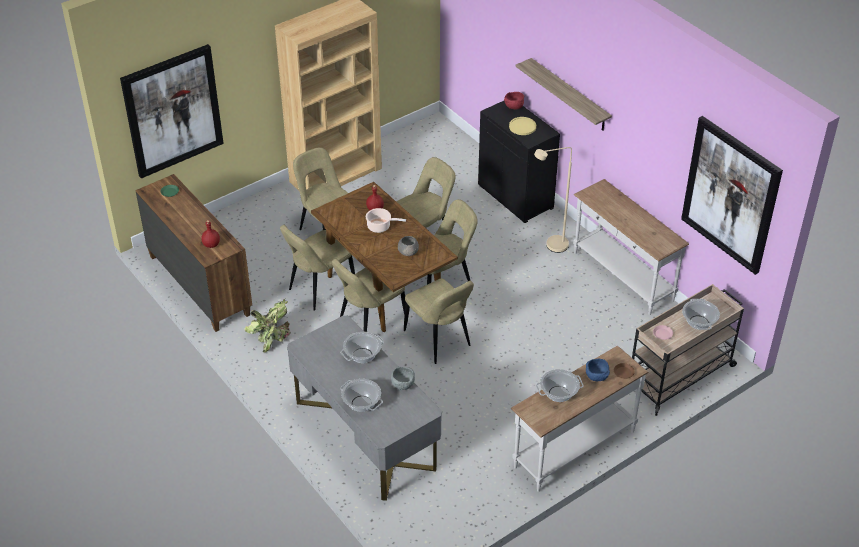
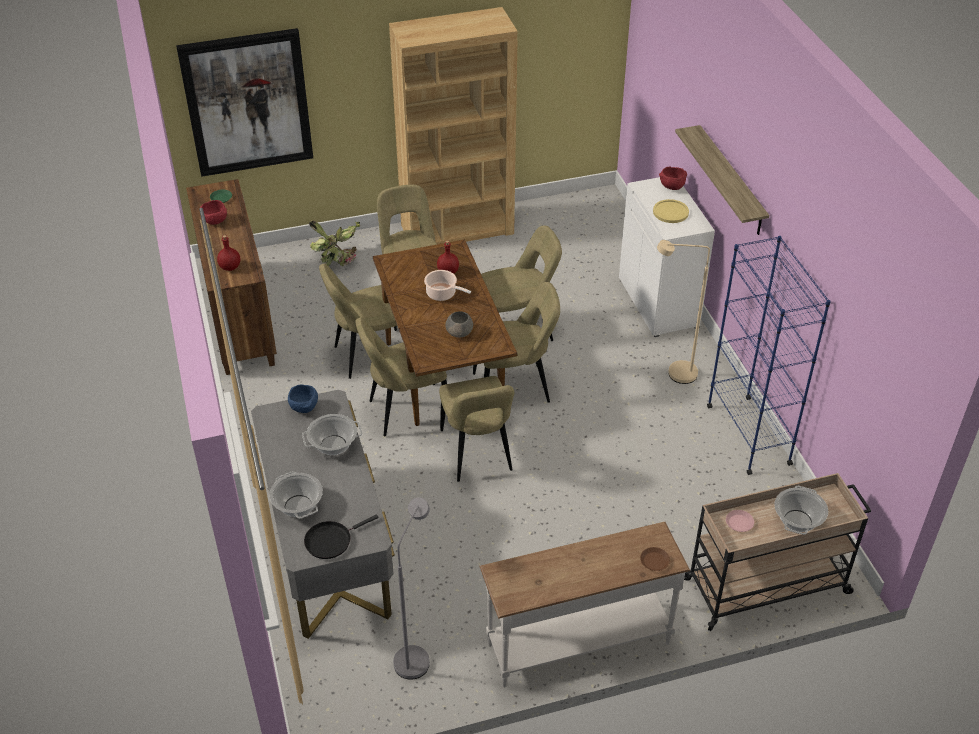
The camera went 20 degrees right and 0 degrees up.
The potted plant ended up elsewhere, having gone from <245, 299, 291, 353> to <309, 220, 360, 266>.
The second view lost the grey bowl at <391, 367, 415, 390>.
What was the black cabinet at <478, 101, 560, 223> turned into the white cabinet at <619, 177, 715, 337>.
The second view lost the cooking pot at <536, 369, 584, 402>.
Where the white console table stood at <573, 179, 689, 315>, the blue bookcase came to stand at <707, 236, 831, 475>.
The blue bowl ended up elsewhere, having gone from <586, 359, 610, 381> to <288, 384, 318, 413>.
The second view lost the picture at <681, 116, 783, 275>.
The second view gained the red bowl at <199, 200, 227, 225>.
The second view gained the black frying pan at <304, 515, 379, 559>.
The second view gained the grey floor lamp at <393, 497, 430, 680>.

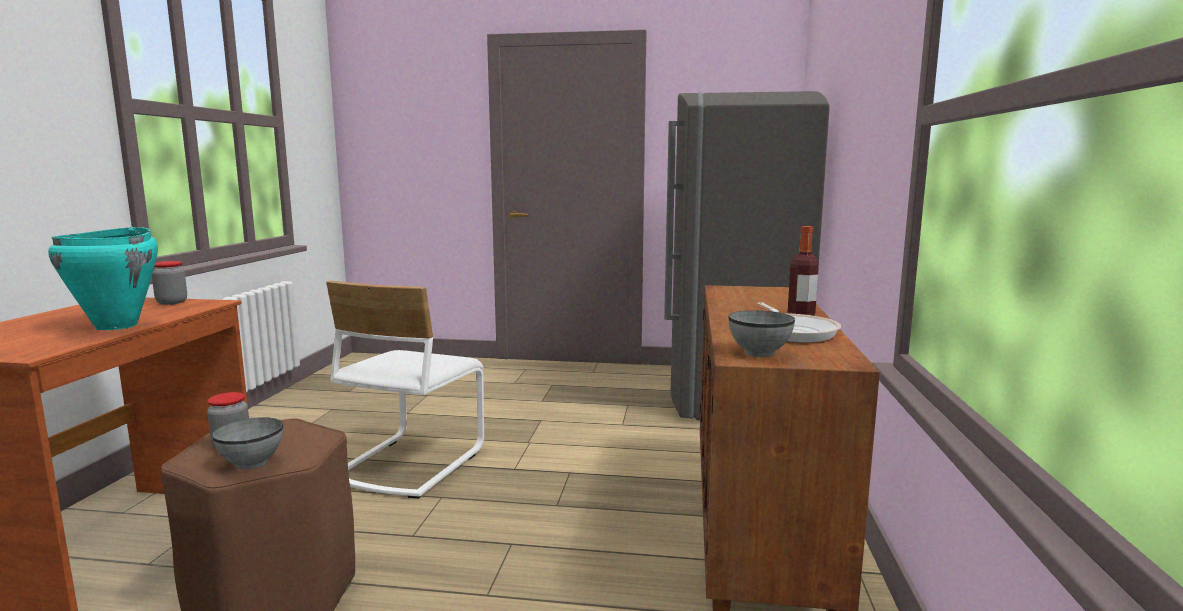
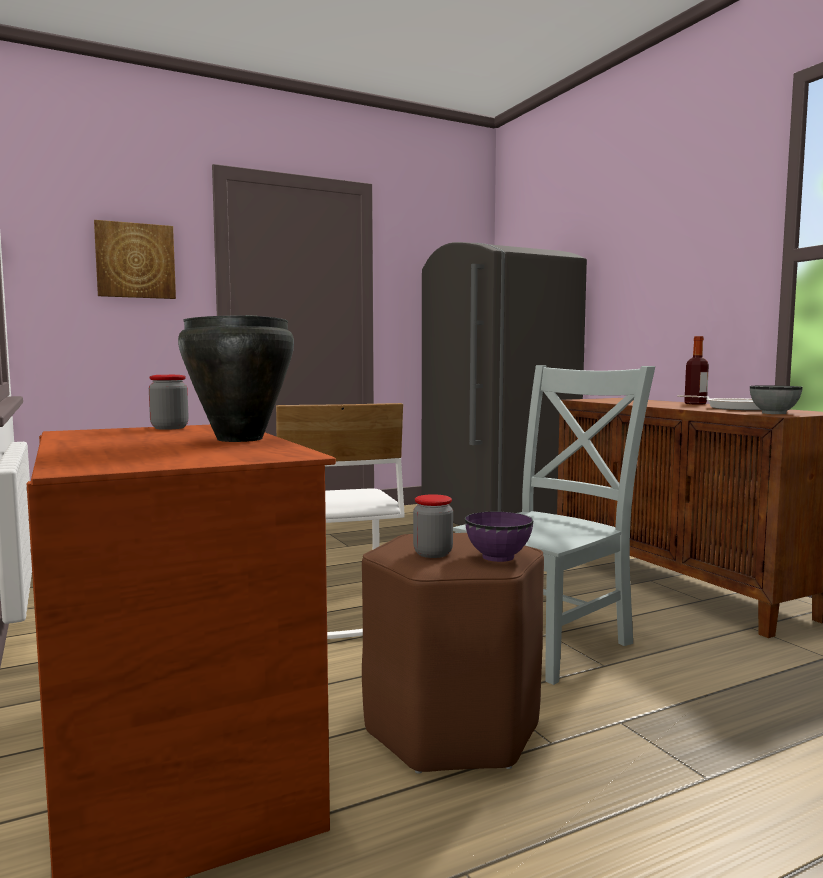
The camera went 35 degrees left and 5 degrees down.
What was the turquoise cooking pot at <48, 227, 158, 330> turned into the black cooking pot at <178, 315, 294, 442>.
What was the grey bowl at <212, 417, 283, 470> turned into the purple bowl at <465, 512, 533, 562>.
The second view gained the picture at <94, 220, 176, 299>.
The second view gained the grey chair at <453, 365, 655, 685>.

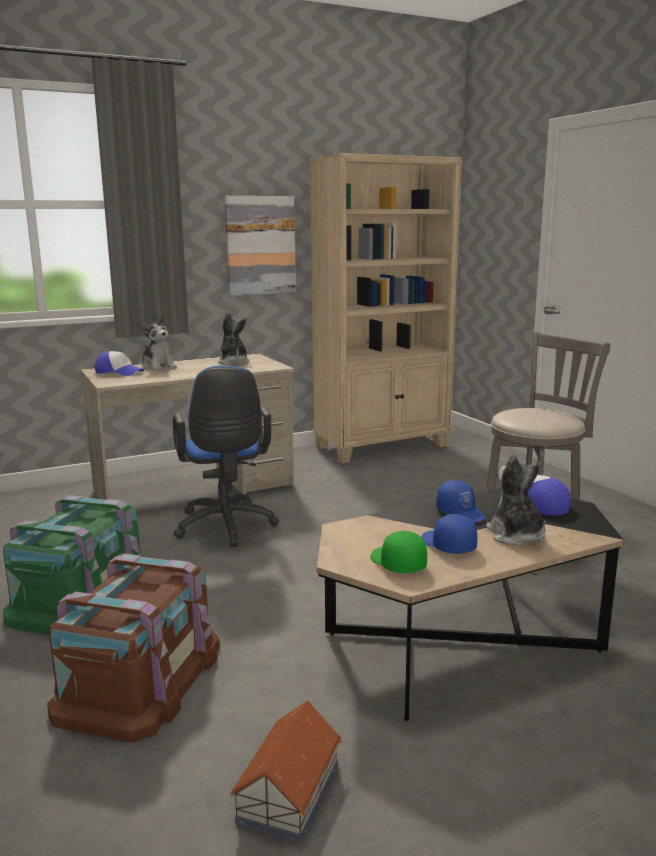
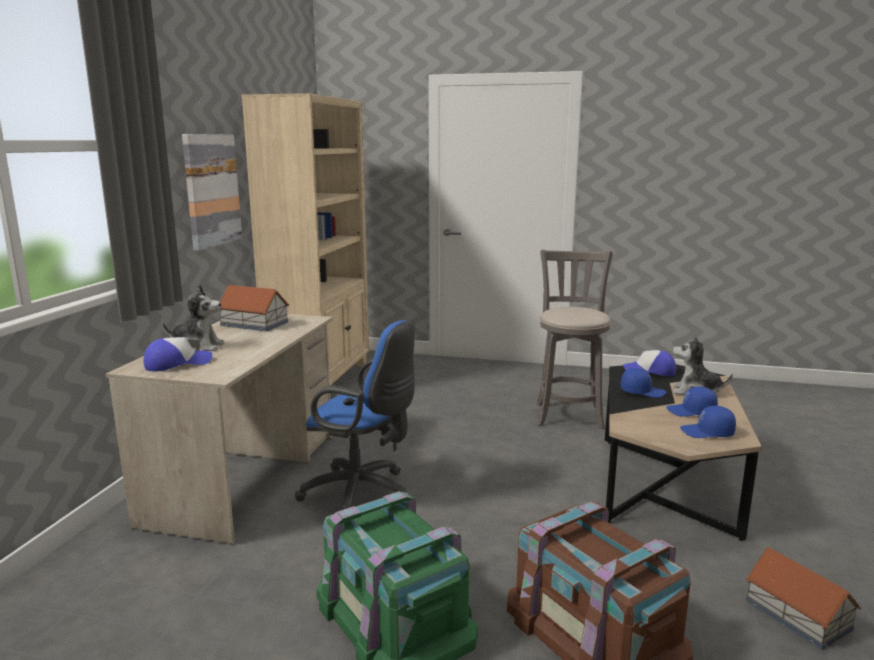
The camera went 50 degrees left and 0 degrees up.
Where the plush toy stood at <218, 312, 249, 365>, the toy house came to stand at <220, 285, 289, 332>.
What was the green cap at <370, 531, 427, 574> turned into the blue cap at <680, 406, 736, 438>.

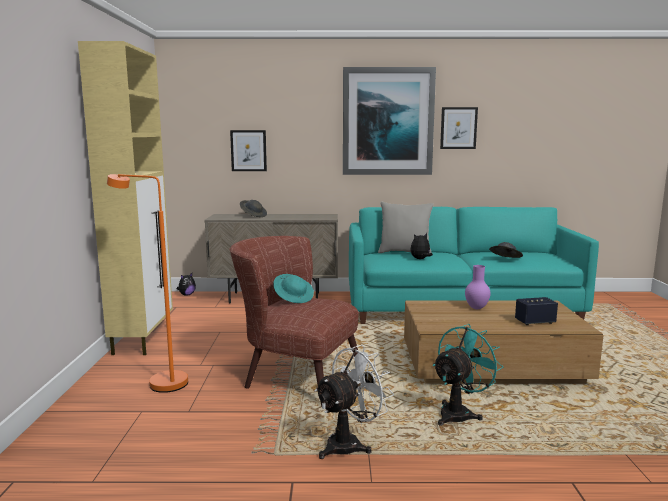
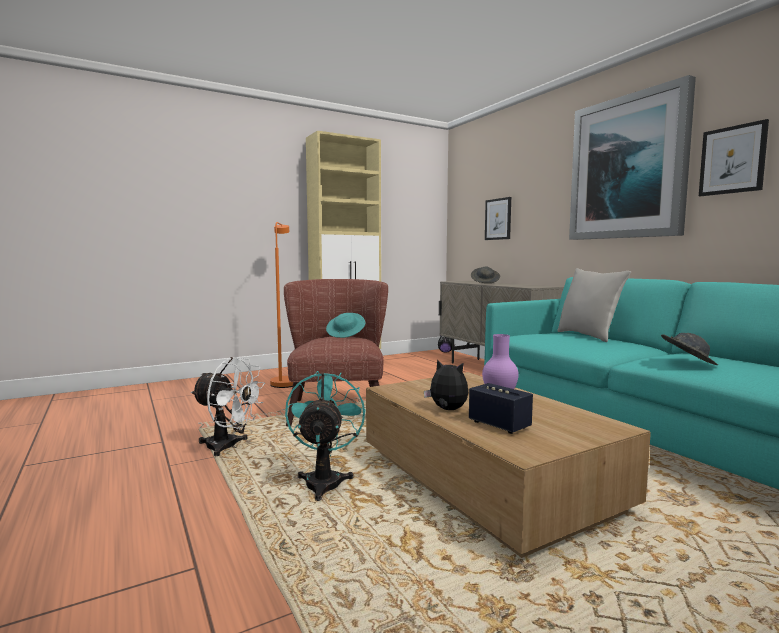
The camera went 60 degrees right and 5 degrees down.
The plush toy ended up elsewhere, having gone from <410, 233, 433, 259> to <424, 359, 468, 410>.
The turquoise fan at <433, 324, 503, 426> ended up facing another way, 105 degrees counterclockwise from before.

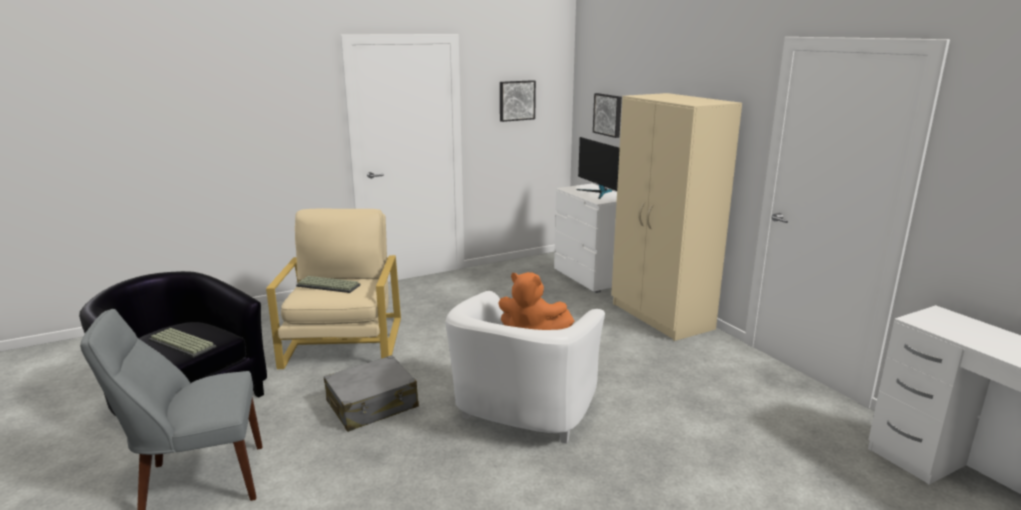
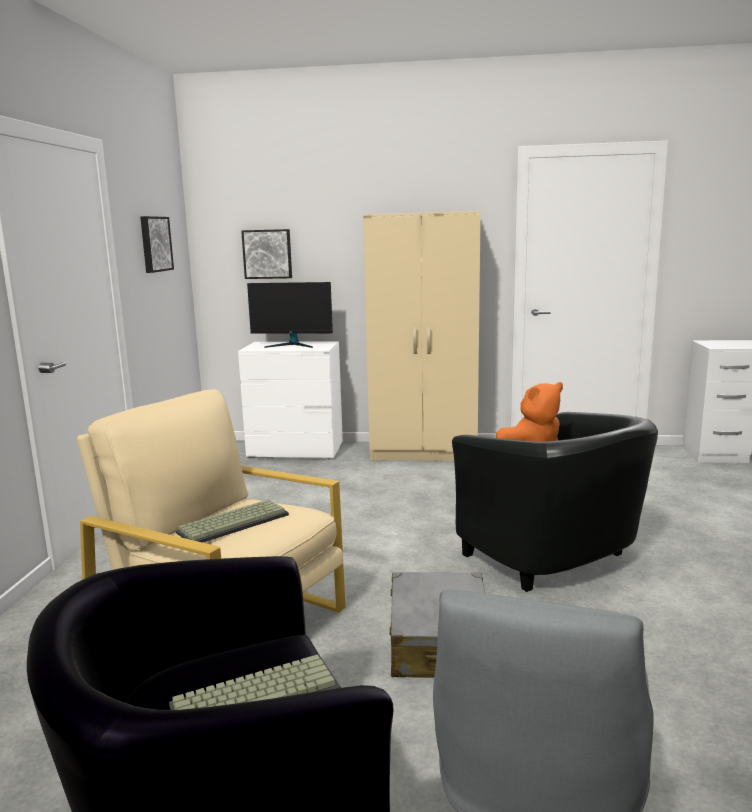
The camera went 55 degrees left and 5 degrees down.
What was the white armchair at <445, 291, 605, 444> turned into the black armchair at <452, 412, 658, 592>.

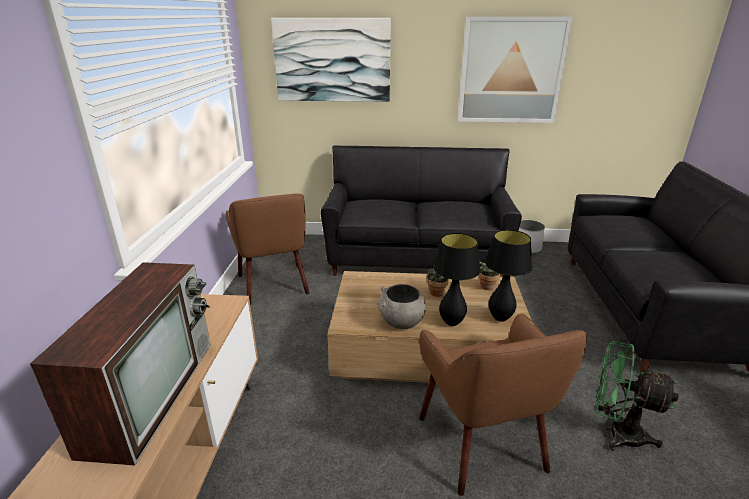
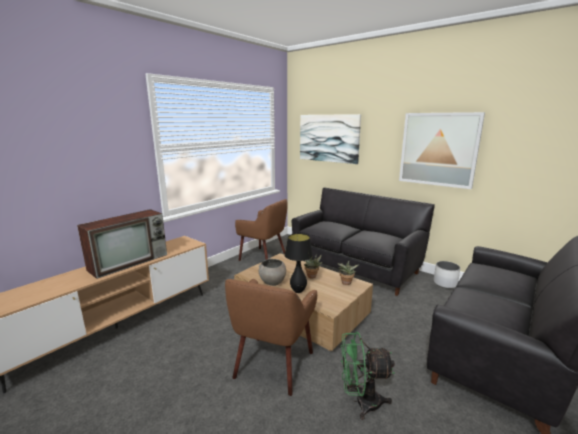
The camera went 35 degrees right and 10 degrees down.
The brown armchair at <226, 193, 309, 305> ended up facing another way, 75 degrees counterclockwise from before.
The second view lost the black table lamp at <485, 230, 532, 322>.
The green fan at <595, 341, 679, 451> ended up facing another way, 60 degrees counterclockwise from before.

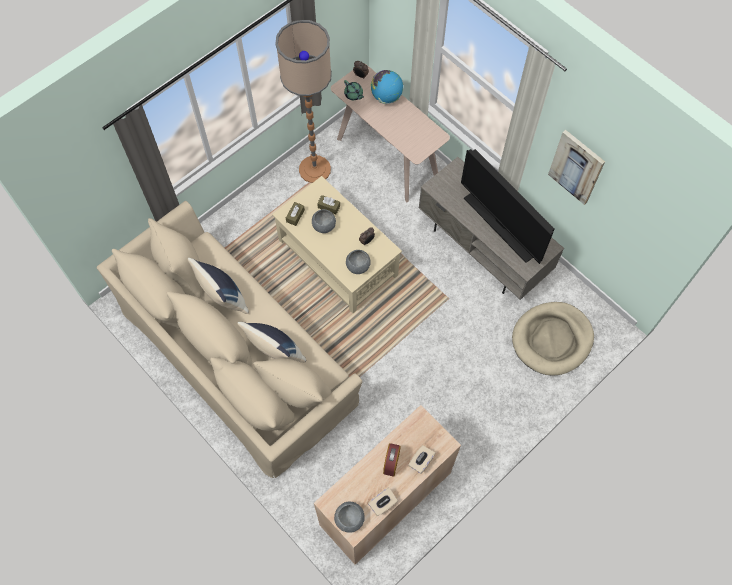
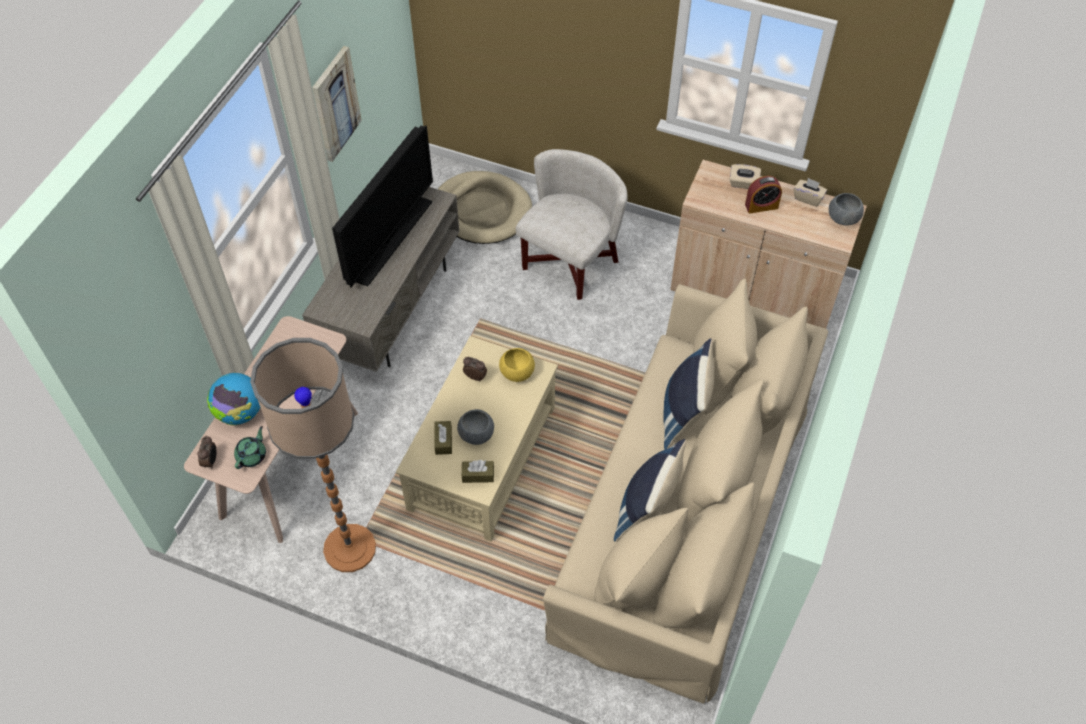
The camera went 115 degrees left and 10 degrees down.
What was the grey bowl at <346, 250, 371, 274> turned into the yellow bowl at <499, 348, 535, 382>.
The second view gained the white armchair at <516, 149, 628, 300>.

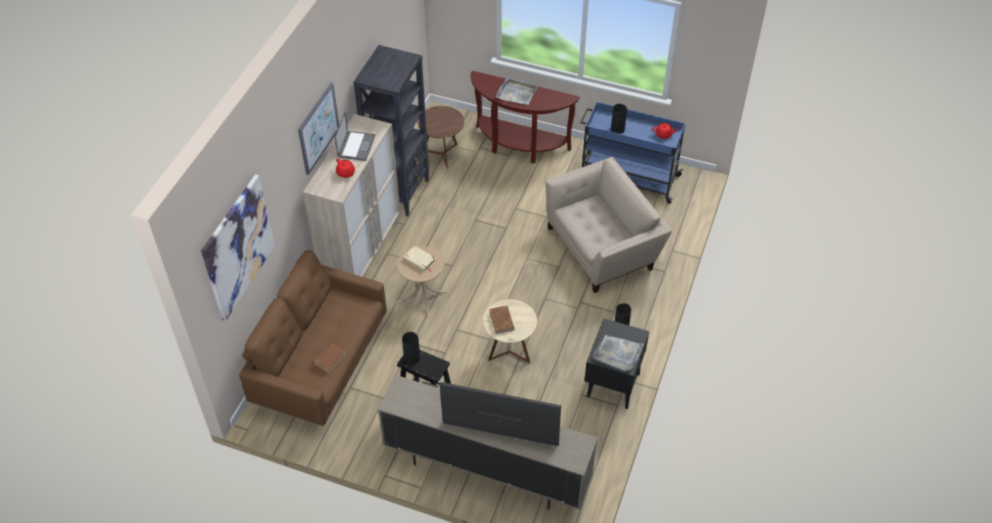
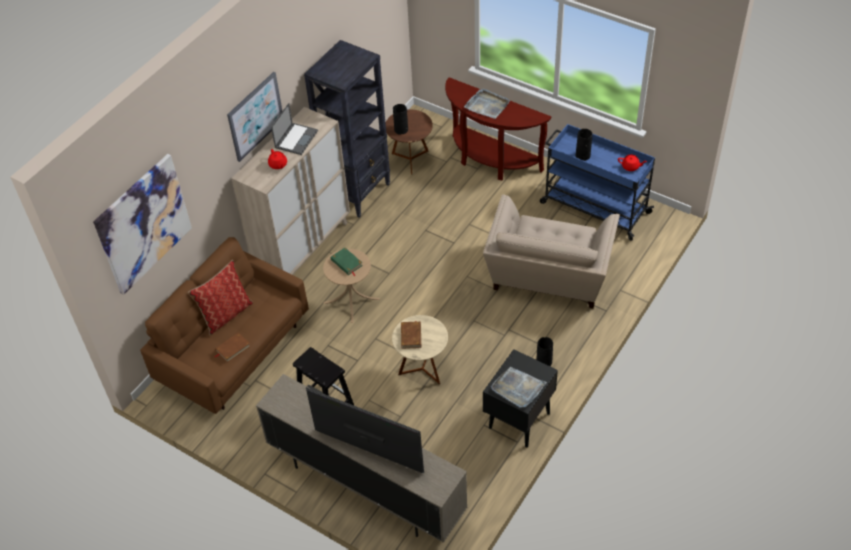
The camera went 15 degrees right and 0 degrees up.
The black vase ended up elsewhere, having gone from <402, 332, 420, 365> to <393, 104, 408, 135>.
What was the beige book at <403, 246, 436, 272> turned into the green book at <331, 248, 362, 276>.
The beige armchair at <545, 157, 672, 293> ended up facing another way, 120 degrees clockwise from before.
The second view gained the pillow at <188, 260, 253, 335>.

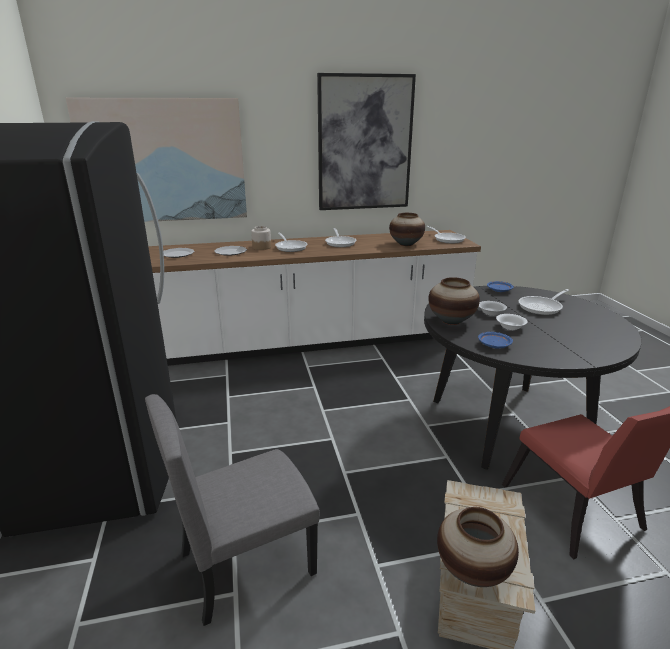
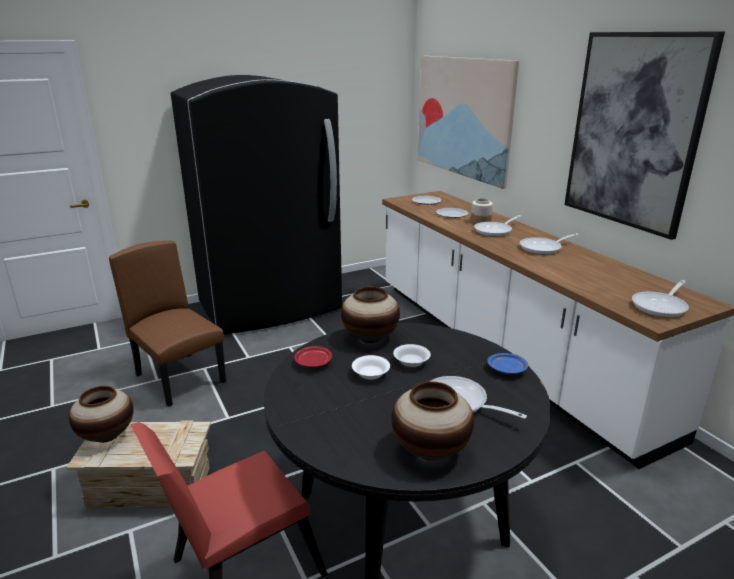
The camera went 75 degrees right and 0 degrees up.
What was the grey chair at <145, 394, 320, 626> turned into the brown chair at <109, 241, 226, 407>.
The vase ended up elsewhere, having gone from <389, 213, 425, 246> to <391, 382, 474, 461>.
What was the blue plate at <478, 332, 513, 348> turned into the red plate at <294, 346, 332, 368>.

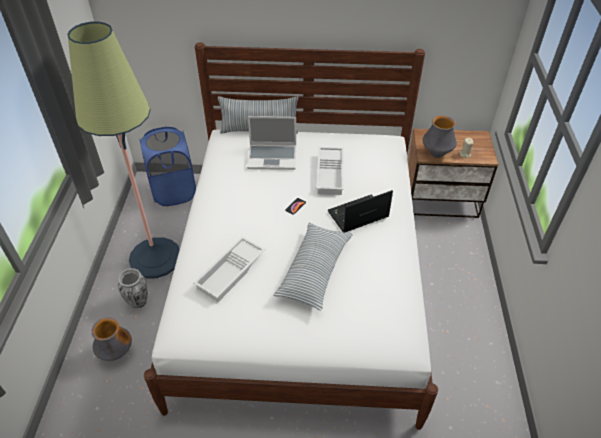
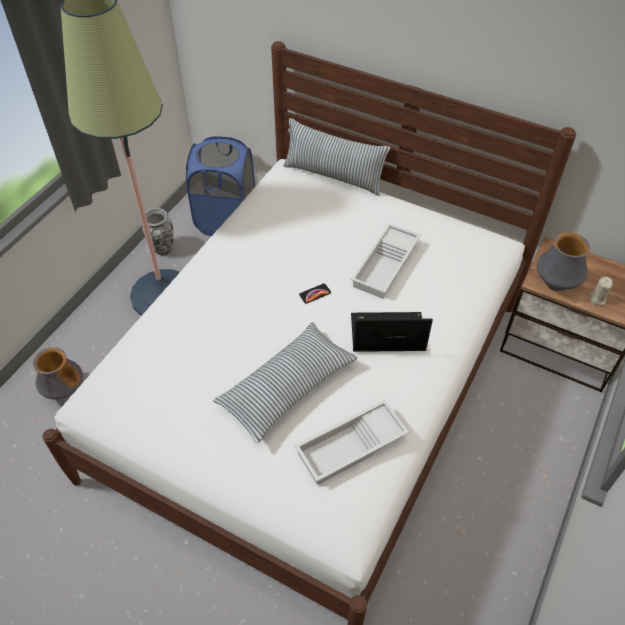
The camera went 25 degrees right and 5 degrees up.
The vase ended up elsewhere, having gone from <118, 268, 148, 308> to <142, 208, 173, 255>.
The white tray ended up elsewhere, having gone from <194, 236, 266, 302> to <294, 400, 409, 485>.
The second view lost the laptop at <247, 116, 296, 170>.

